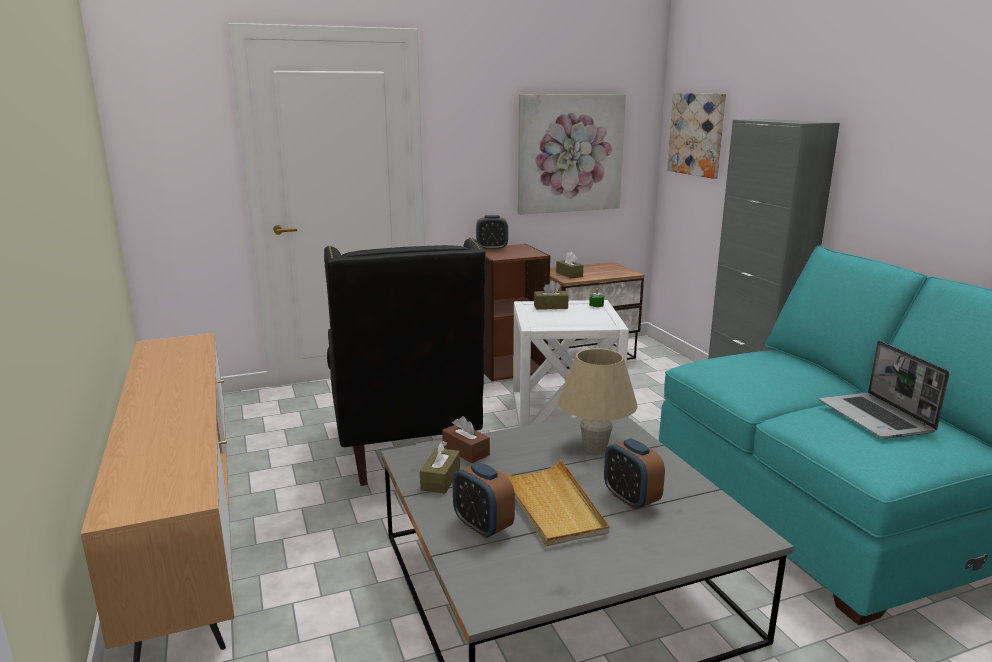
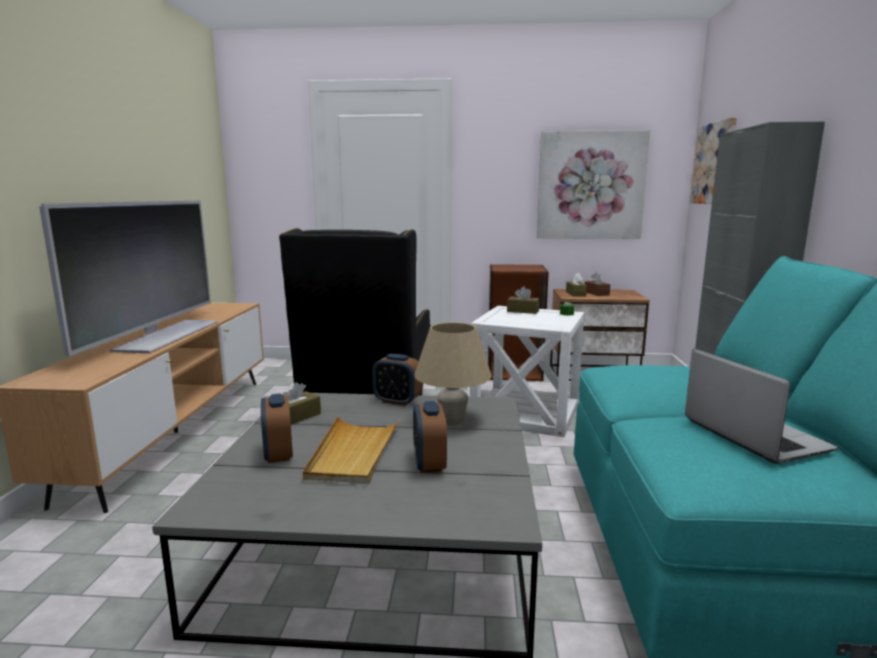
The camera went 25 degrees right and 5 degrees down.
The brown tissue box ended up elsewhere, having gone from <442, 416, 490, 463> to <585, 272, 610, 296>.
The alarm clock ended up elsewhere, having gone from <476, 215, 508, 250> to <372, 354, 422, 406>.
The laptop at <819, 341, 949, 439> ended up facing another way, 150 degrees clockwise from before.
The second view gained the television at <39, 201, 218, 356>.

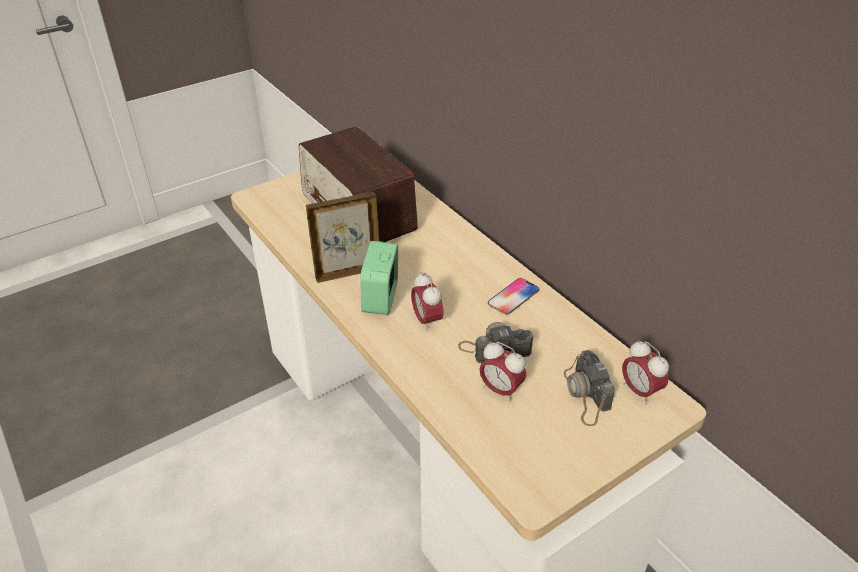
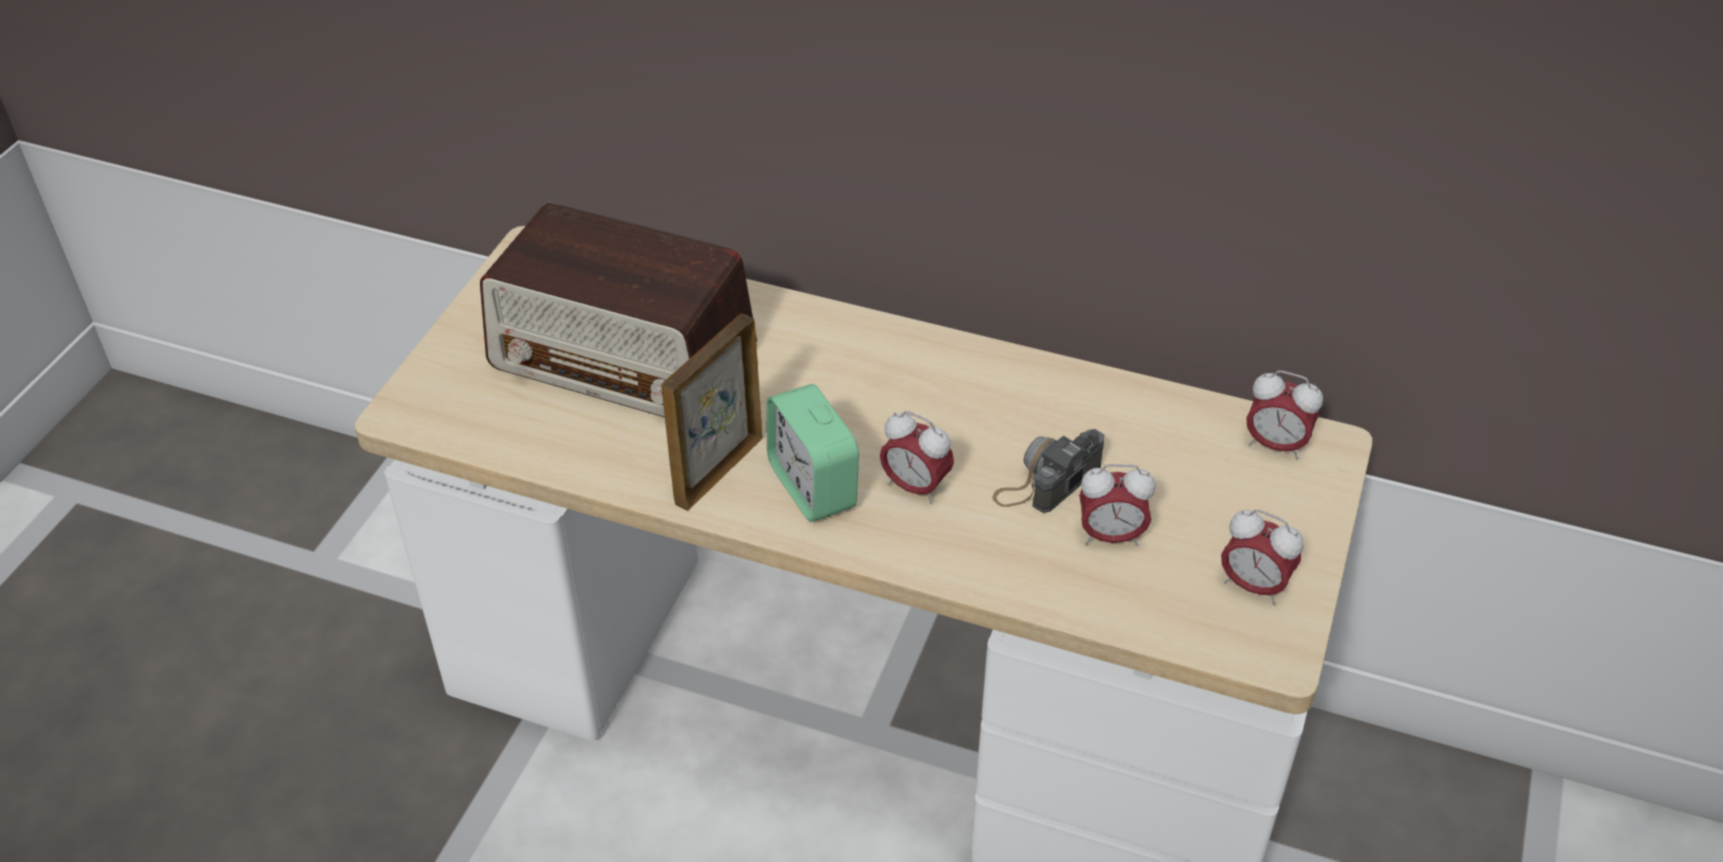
The camera went 35 degrees left and 5 degrees up.
The second view lost the phone at <488, 278, 539, 315>.
The second view lost the photo camera at <564, 350, 615, 426>.
The second view gained the alarm clock at <1221, 509, 1304, 605>.

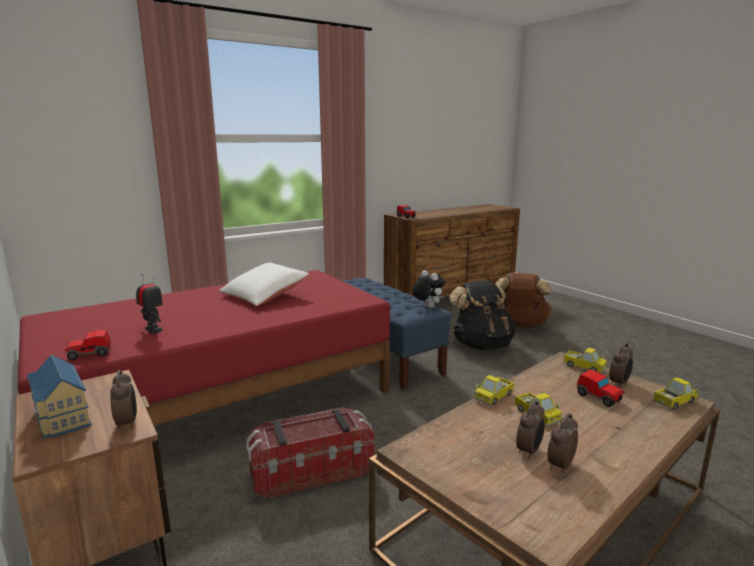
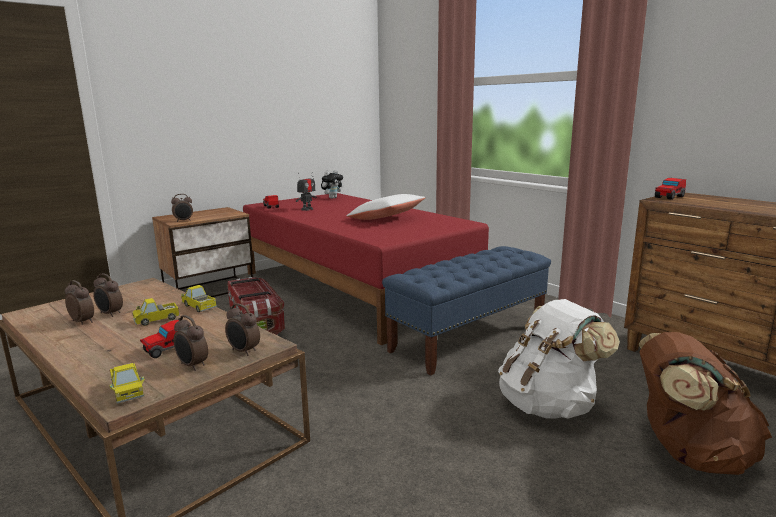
The camera went 85 degrees right and 0 degrees up.
The second view lost the toy house at <27, 354, 92, 438>.
The plush toy ended up elsewhere, having gone from <412, 270, 445, 308> to <321, 170, 344, 199>.
What was the black backpack at <449, 280, 516, 350> turned into the white backpack at <498, 299, 620, 419>.
Where the toy truck stood at <563, 348, 607, 373>, the alarm clock came to stand at <225, 303, 260, 356>.

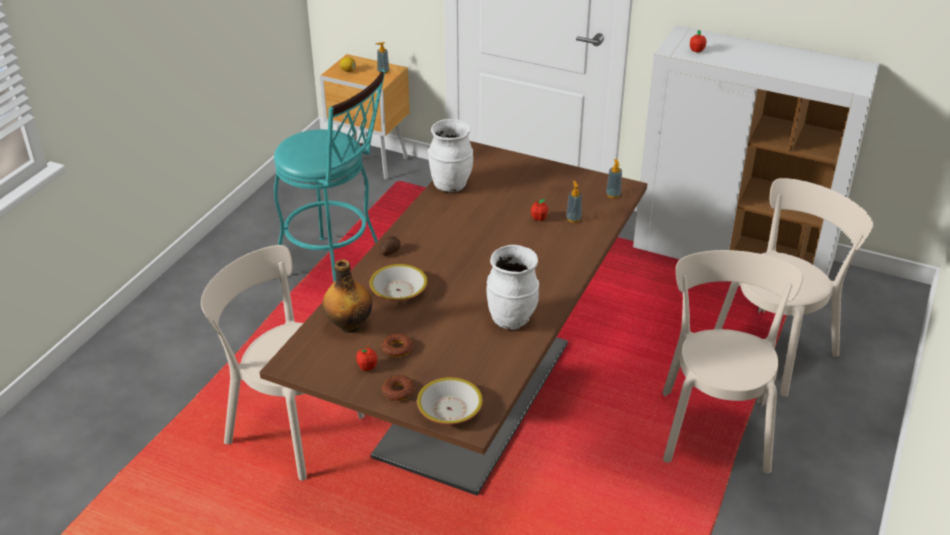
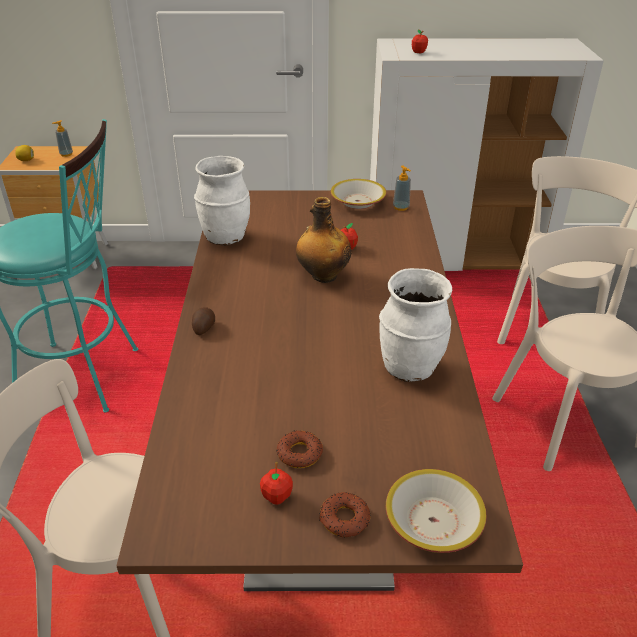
The camera went 25 degrees left and 0 degrees up.
The bottle ended up elsewhere, having gone from <322, 259, 372, 333> to <296, 197, 352, 283>.
The bowl ended up elsewhere, having gone from <370, 264, 428, 301> to <331, 179, 386, 209>.
The second view lost the soap dispenser at <566, 180, 582, 223>.

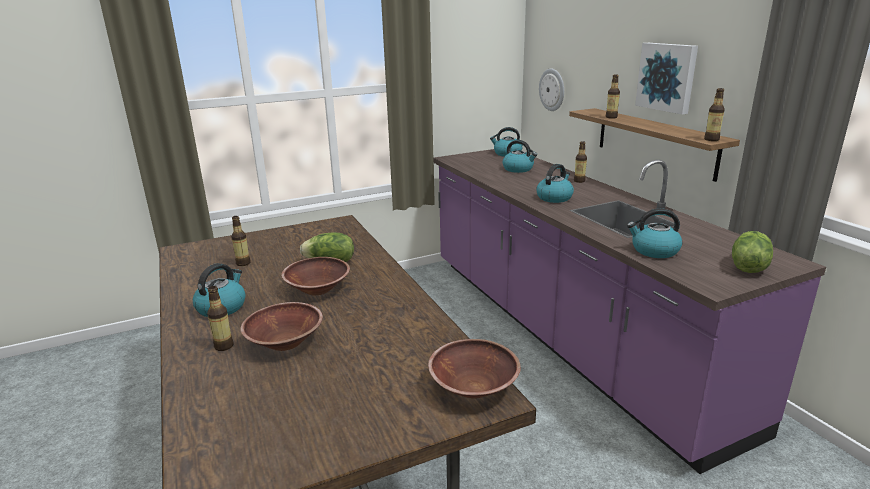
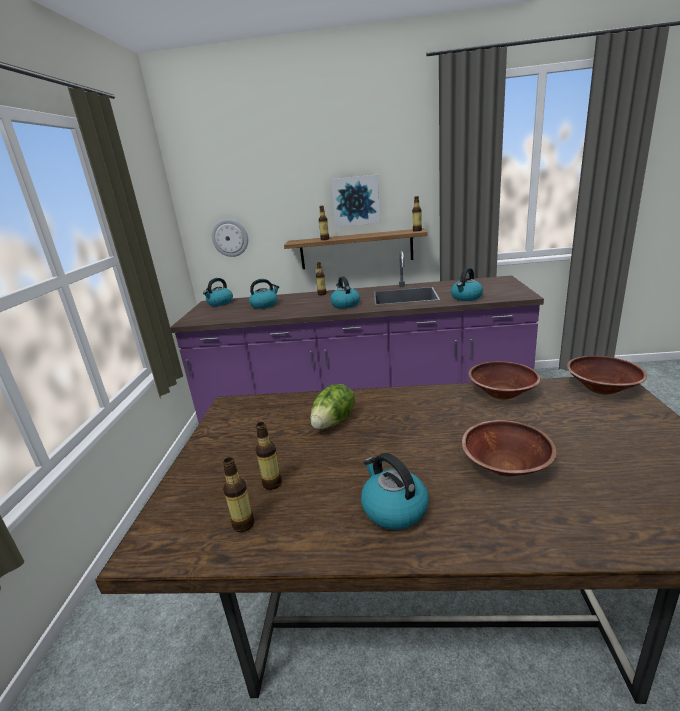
The camera went 60 degrees left and 0 degrees up.
The bottle ended up elsewhere, having gone from <207, 286, 234, 351> to <223, 457, 254, 532>.
The brown bowl ended up elsewhere, having gone from <281, 257, 350, 295> to <468, 361, 541, 400>.
The second view lost the lettuce at <732, 231, 773, 273>.

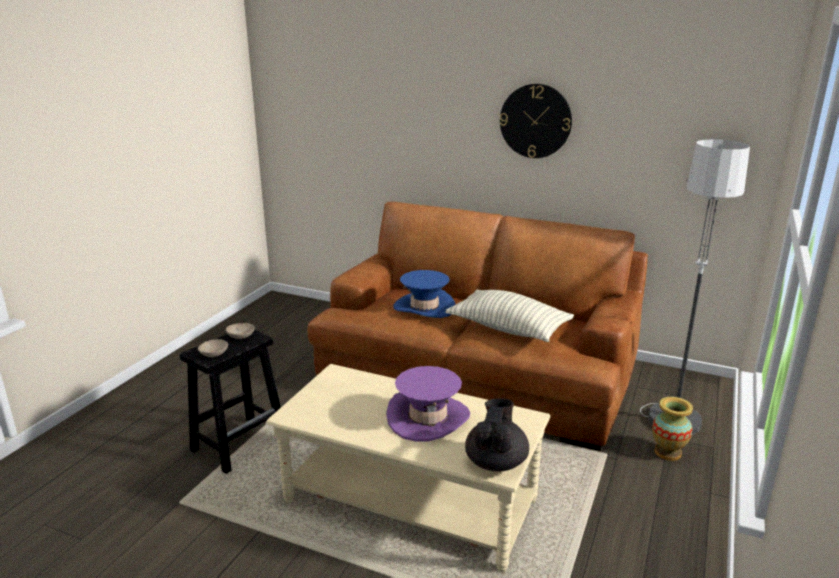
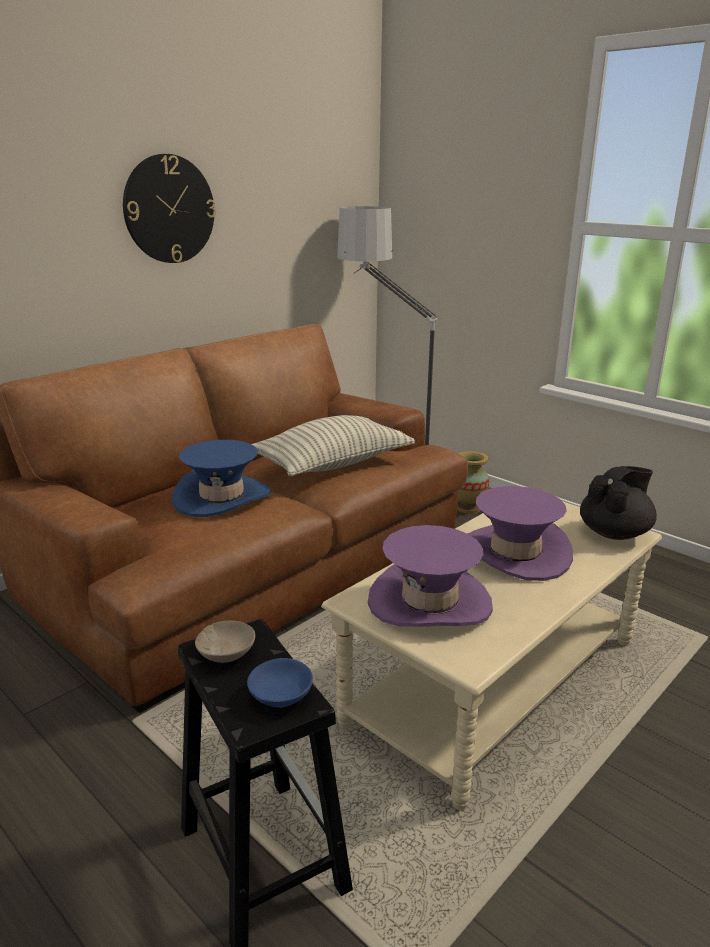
The camera went 70 degrees left and 0 degrees up.
What was the beige bowl at <198, 339, 228, 357> turned into the blue bowl at <247, 658, 313, 708>.
The black teapot at <465, 398, 529, 472> ended up facing another way, 105 degrees clockwise from before.
The second view gained the purple hat at <368, 525, 493, 627>.

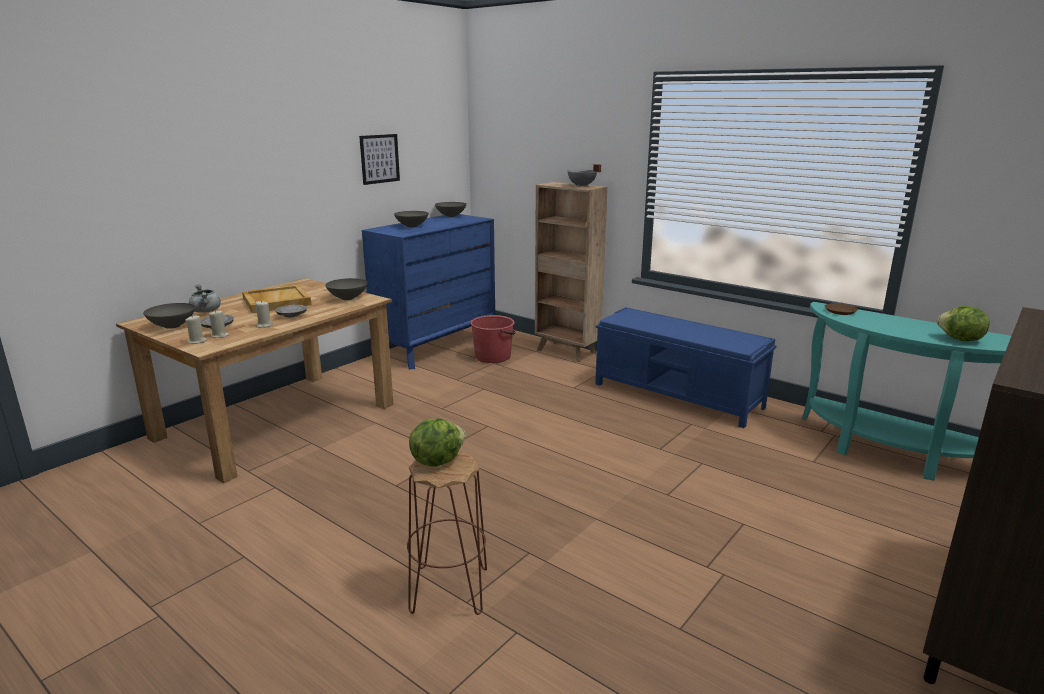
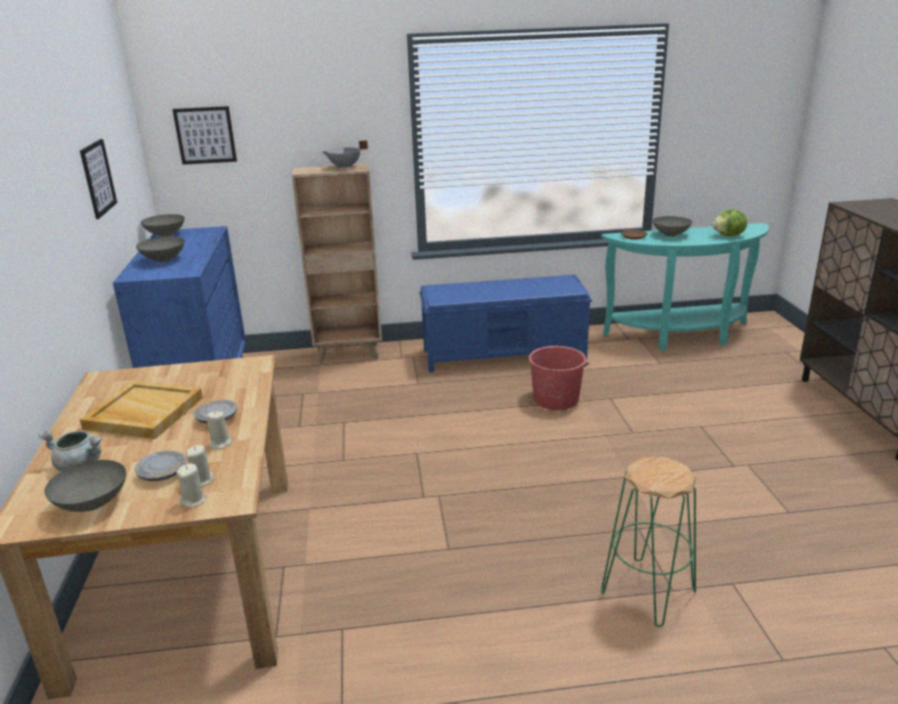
The camera went 45 degrees left and 5 degrees up.
The grey bowl ended up elsewhere, having gone from <325, 278, 367, 300> to <653, 216, 692, 237>.
What was the brown stool at <407, 451, 487, 615> turned into the green stool at <601, 457, 696, 627>.
The second view lost the lettuce at <409, 418, 466, 466>.
The red bucket ended up elsewhere, having gone from <470, 315, 515, 363> to <528, 346, 589, 410>.
The second view gained the picture at <172, 106, 237, 165>.

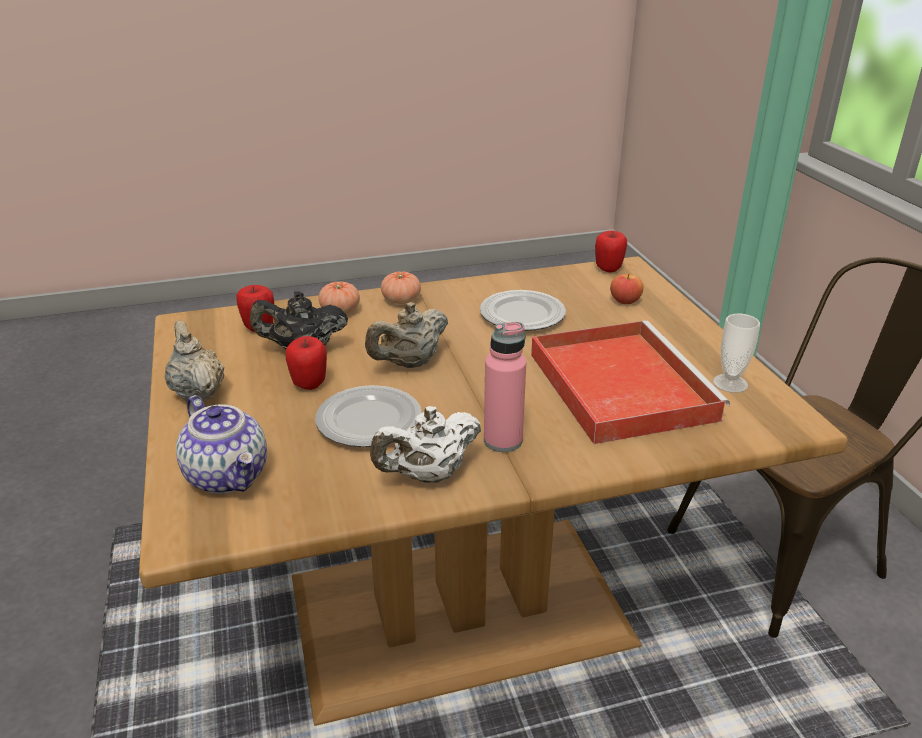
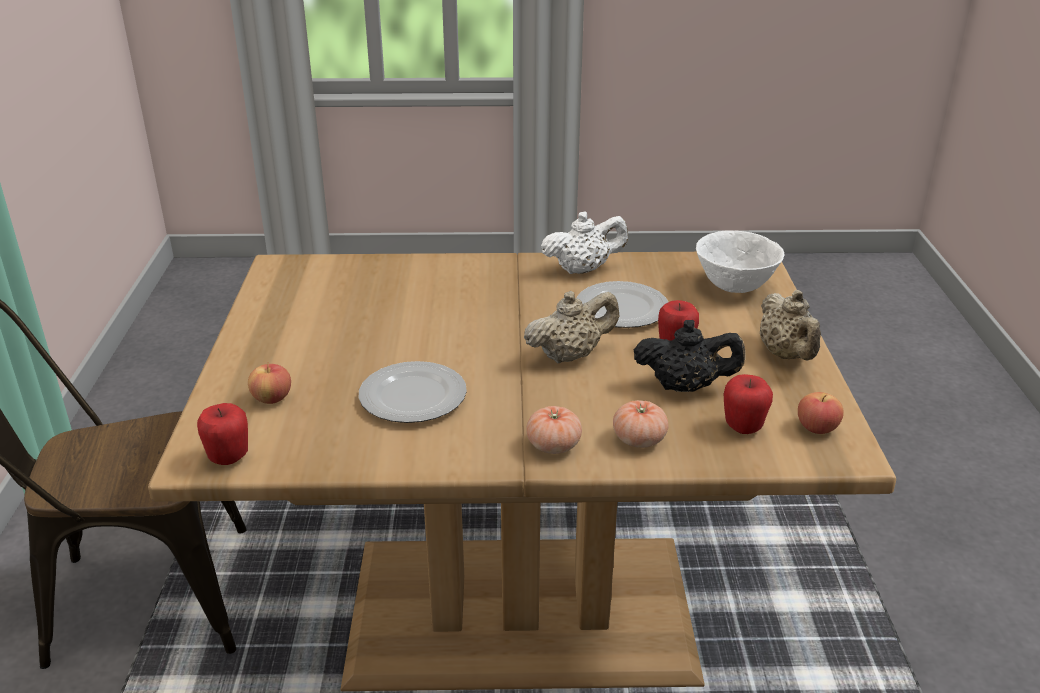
The camera went 165 degrees left and 0 degrees up.
Where the teapot stood at <176, 395, 267, 494>, the white bowl came to stand at <696, 230, 784, 293>.
The second view lost the pink bottle at <484, 322, 526, 452>.
The second view lost the red tray at <531, 320, 730, 444>.
The second view lost the cup at <713, 314, 760, 393>.
The second view gained the apple at <798, 392, 844, 434>.

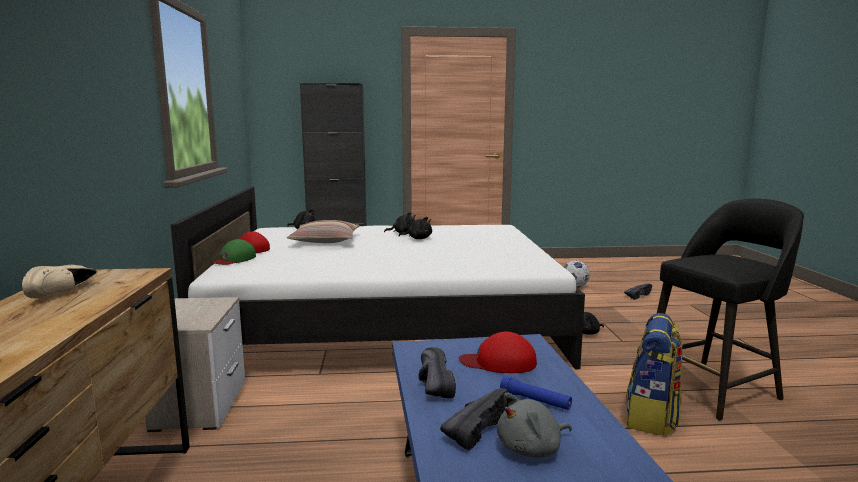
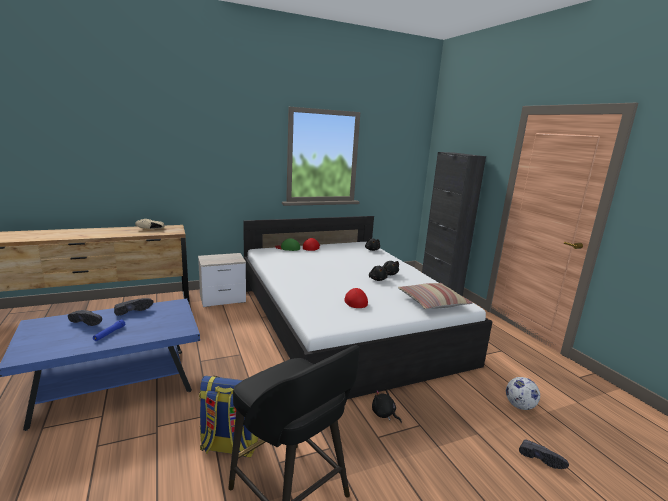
The camera went 70 degrees right and 5 degrees up.
The pillow ended up elsewhere, having gone from <286, 220, 360, 243> to <398, 283, 472, 309>.
The red cap ended up elsewhere, having gone from <459, 332, 537, 373> to <344, 288, 368, 308>.
The second view lost the grey plush toy at <497, 393, 572, 457>.

